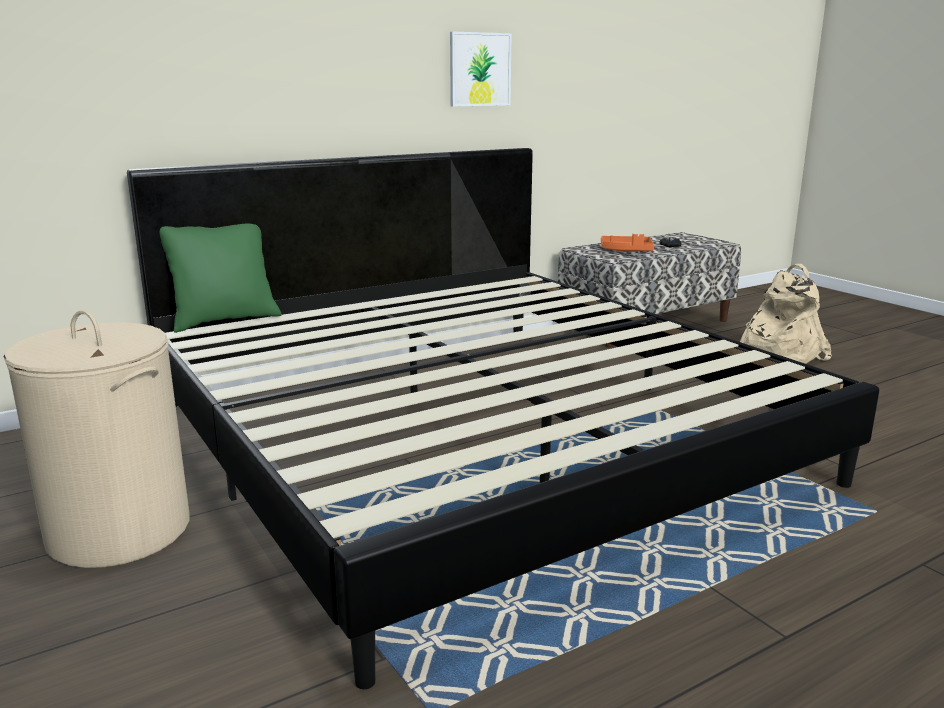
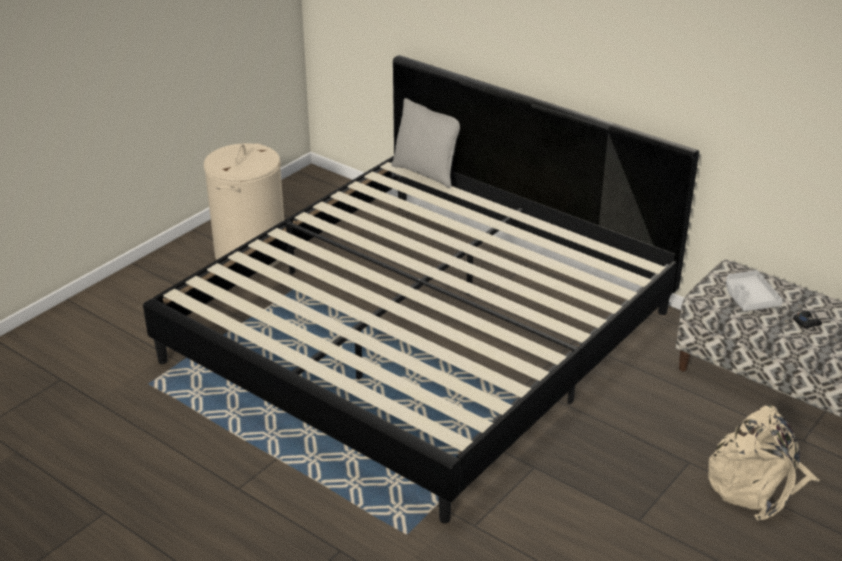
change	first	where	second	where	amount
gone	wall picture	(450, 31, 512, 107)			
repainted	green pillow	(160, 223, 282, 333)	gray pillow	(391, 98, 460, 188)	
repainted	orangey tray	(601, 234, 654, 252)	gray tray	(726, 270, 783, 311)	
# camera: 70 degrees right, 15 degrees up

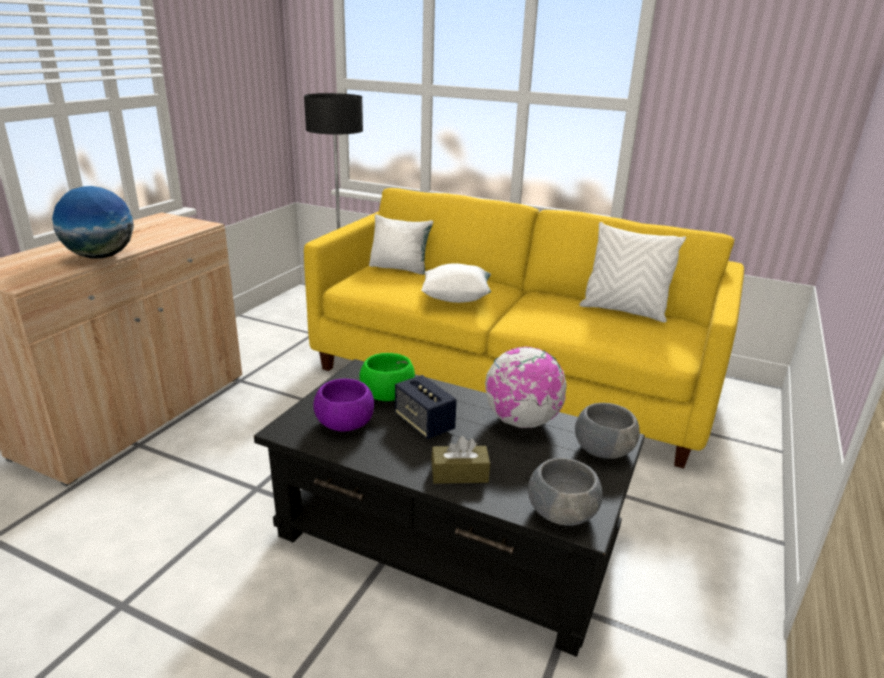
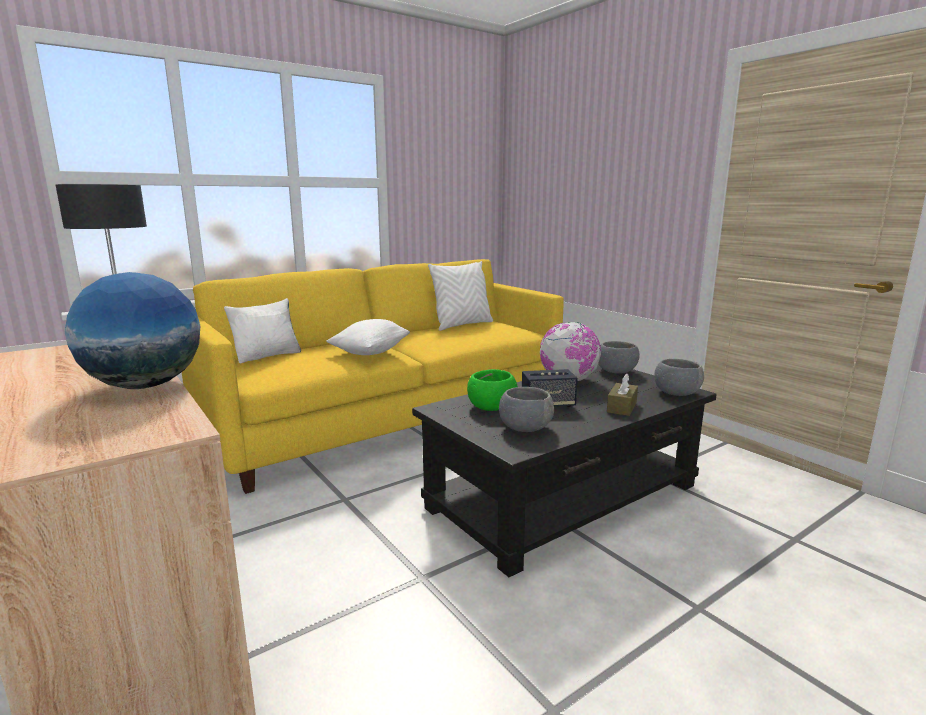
change	first	where	second	where	amount
repainted	purplish deep dish	(313, 379, 374, 432)	gray deep dish	(499, 387, 554, 432)	
# camera: 60 degrees left, 10 degrees down

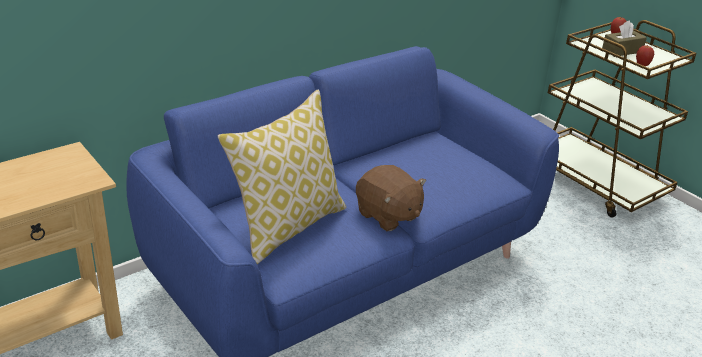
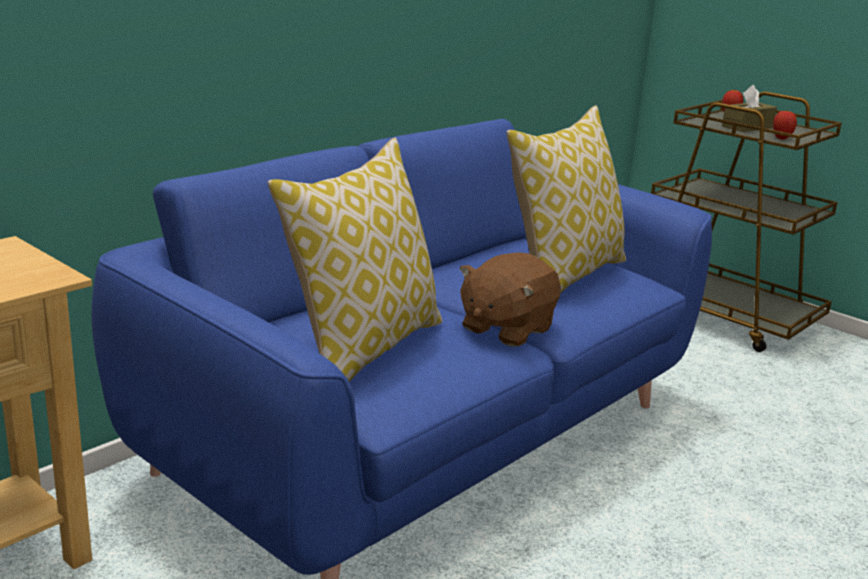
change	first	where	second	where	amount
rotated	brown soft toy	(356, 165, 426, 231)		(459, 252, 561, 347)	90 degrees clockwise
new			pillow	(506, 106, 626, 294)	
# camera: 10 degrees left, 10 degrees down

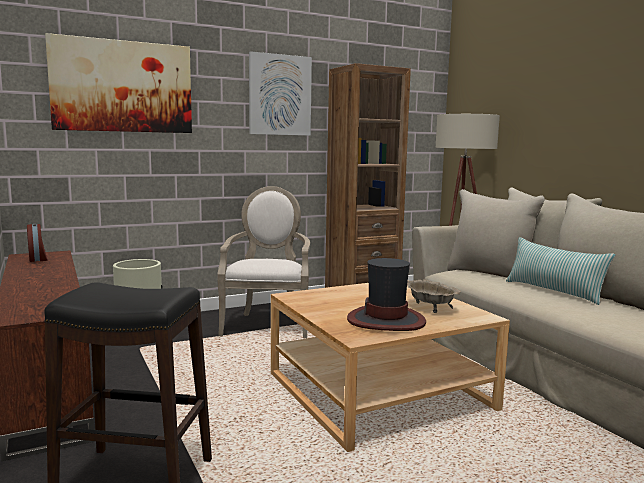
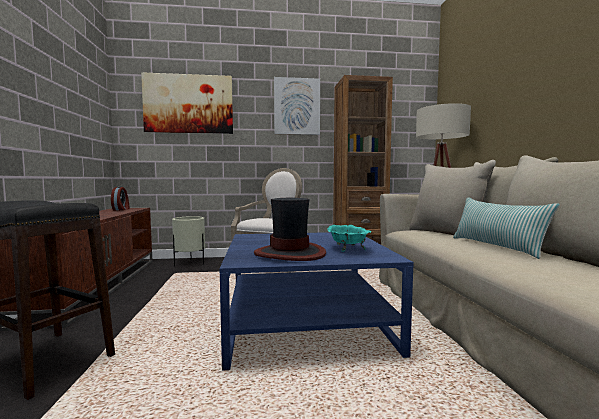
change	first	where	second	where	amount
repainted	sand-coloured deep dish	(407, 279, 461, 313)	turquoise deep dish	(327, 225, 371, 252)	
repainted	sand-coloured lounge table	(271, 283, 510, 452)	blue-coloured lounge table	(219, 232, 414, 371)	
# camera: 20 degrees right, 5 degrees down

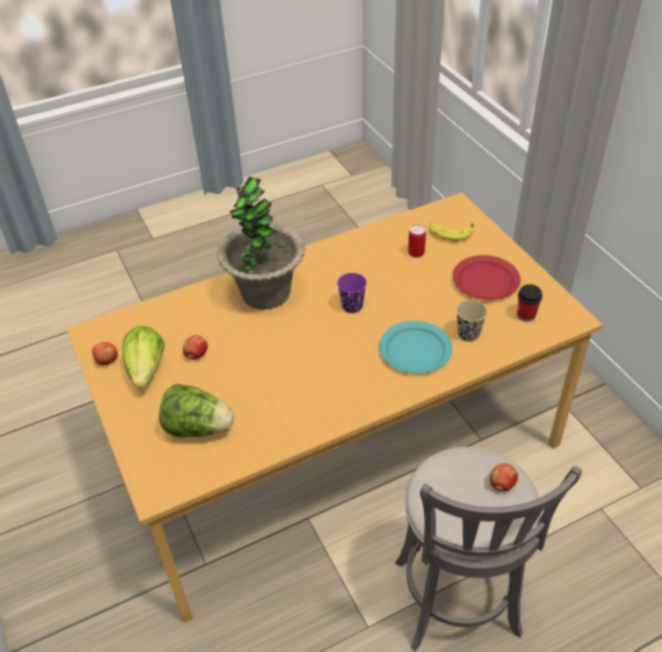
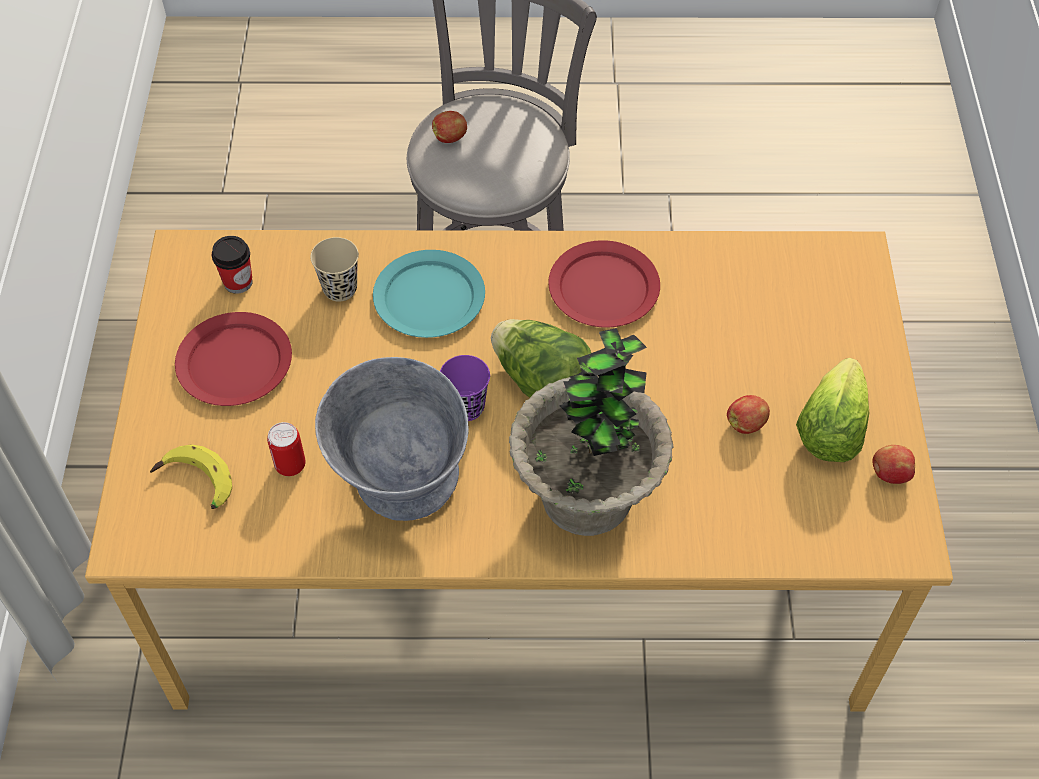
change	first	where	second	where	amount
shifted	head of lettuce	(159, 384, 234, 437)		(491, 319, 591, 398)	
new			reddish flat dish	(548, 240, 660, 328)	
new			gray deep dish	(315, 357, 469, 521)	
# camera: 155 degrees left, 10 degrees up

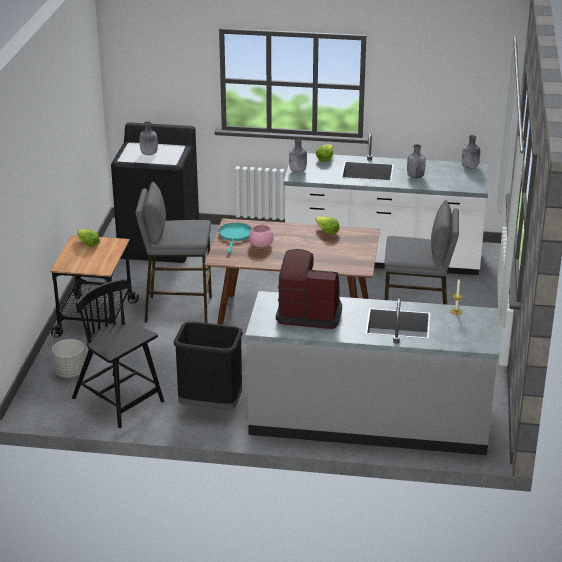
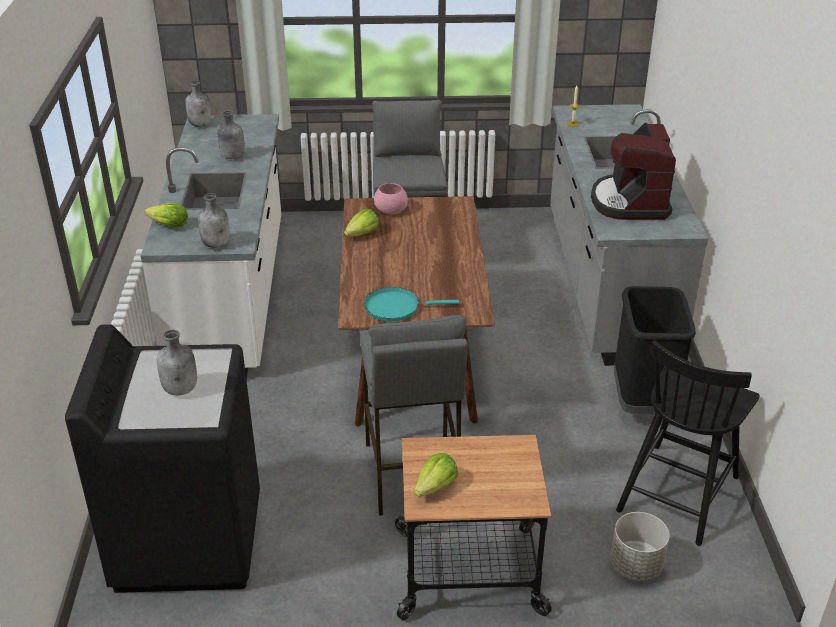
change	first	where	second	where	amount
shifted	pink deep dish	(249, 225, 274, 248)		(374, 183, 408, 215)	
# camera: 100 degrees left, 5 degrees up

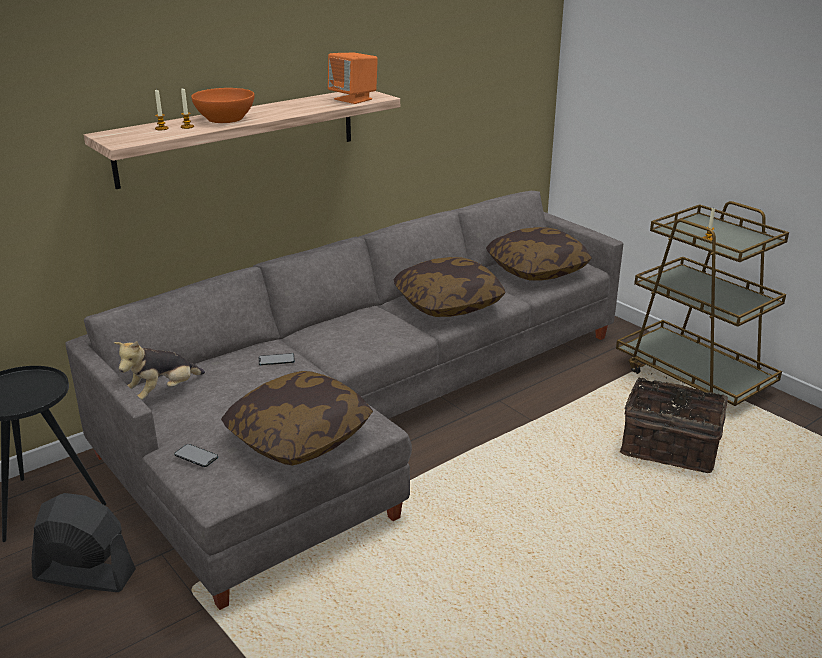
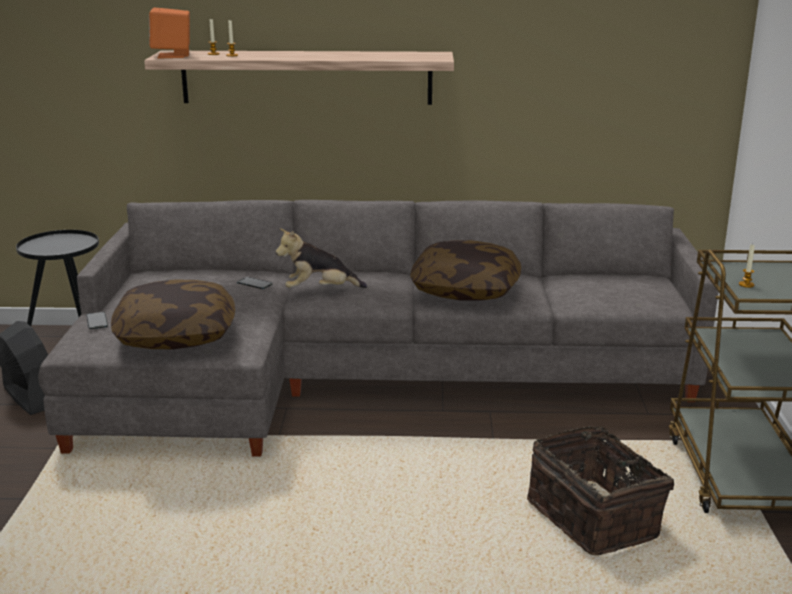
change	first	where	second	where	amount
shifted	orangey audio speaker	(328, 53, 378, 104)		(149, 8, 190, 59)	
gone	orangey deep dish	(191, 88, 254, 123)			
gone	pillow	(486, 227, 592, 280)			
shifted	soft toy	(114, 341, 205, 400)		(276, 228, 367, 288)	
# camera: 40 degrees right, 5 degrees down

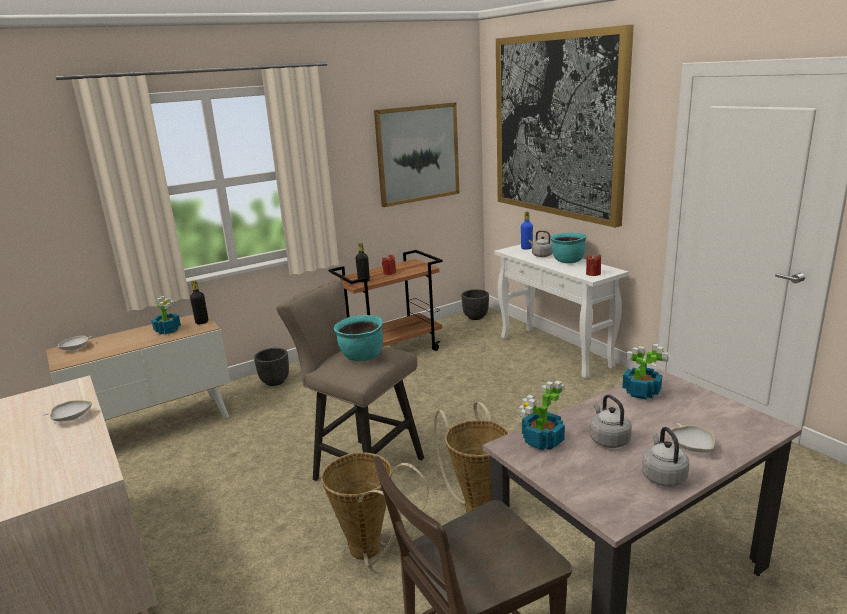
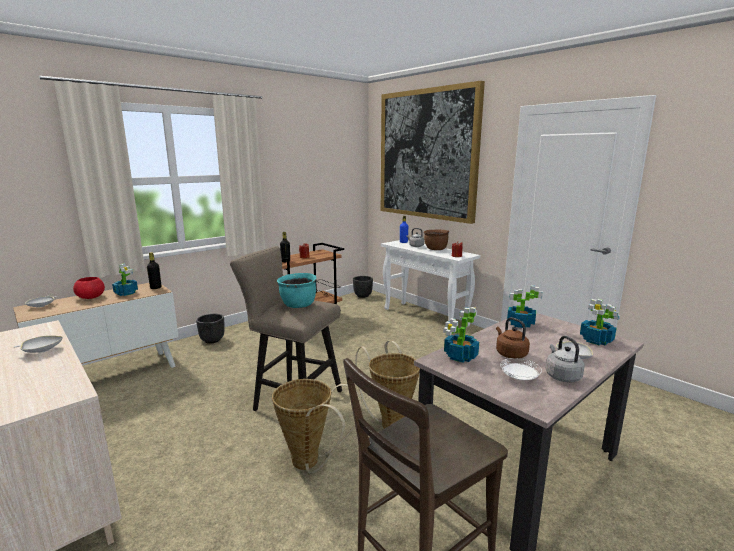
change	first	where	second	where	amount
gone	wall picture	(374, 102, 460, 207)			
repainted	turquoise stockpot	(550, 232, 587, 263)	brown stockpot	(424, 229, 449, 250)	
repainted	gray kettle	(590, 394, 632, 448)	brown kettle	(496, 317, 530, 358)	
new			reddish deep dish	(73, 277, 105, 299)	
new			houseplant	(580, 299, 620, 345)	
new			white flat dish	(500, 358, 542, 380)	
# camera: 10 degrees left, 5 degrees down

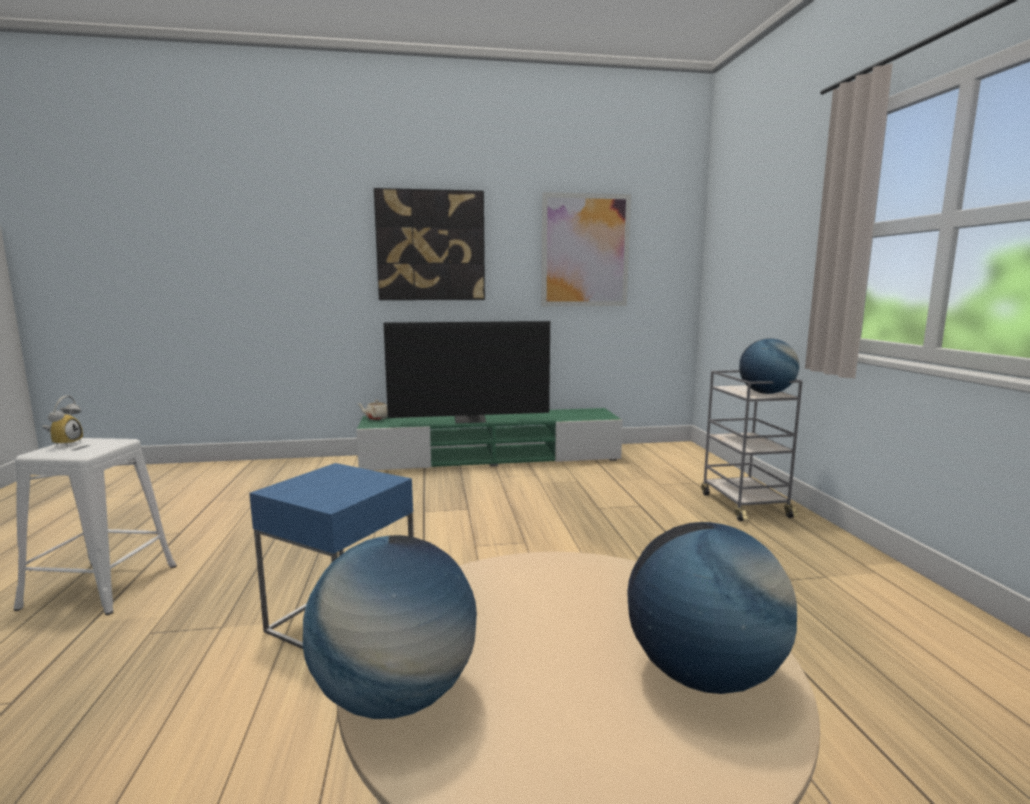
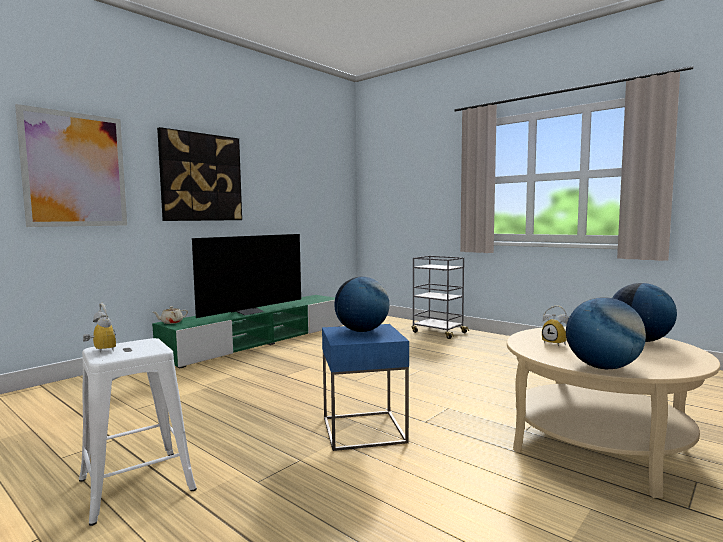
change	first	where	second	where	amount
shifted	wall picture	(541, 192, 631, 306)		(15, 104, 127, 227)	
shifted	globe	(739, 339, 799, 394)		(334, 277, 389, 332)	
new			table clock	(542, 306, 569, 346)	
# camera: 40 degrees left, 5 degrees down

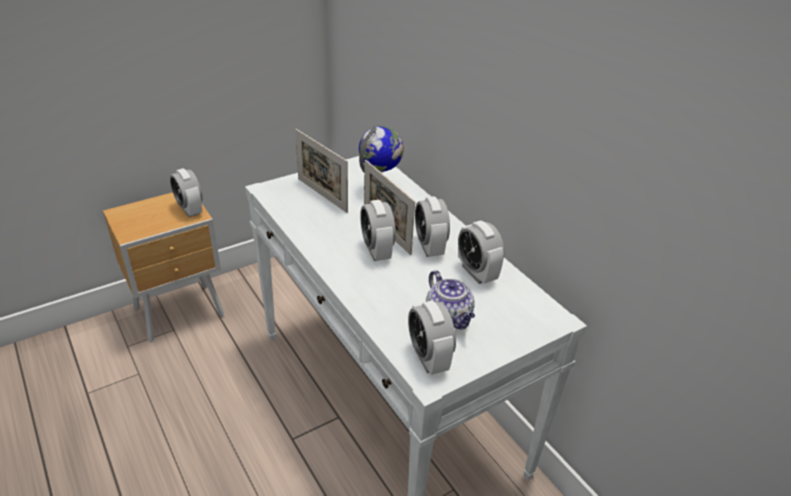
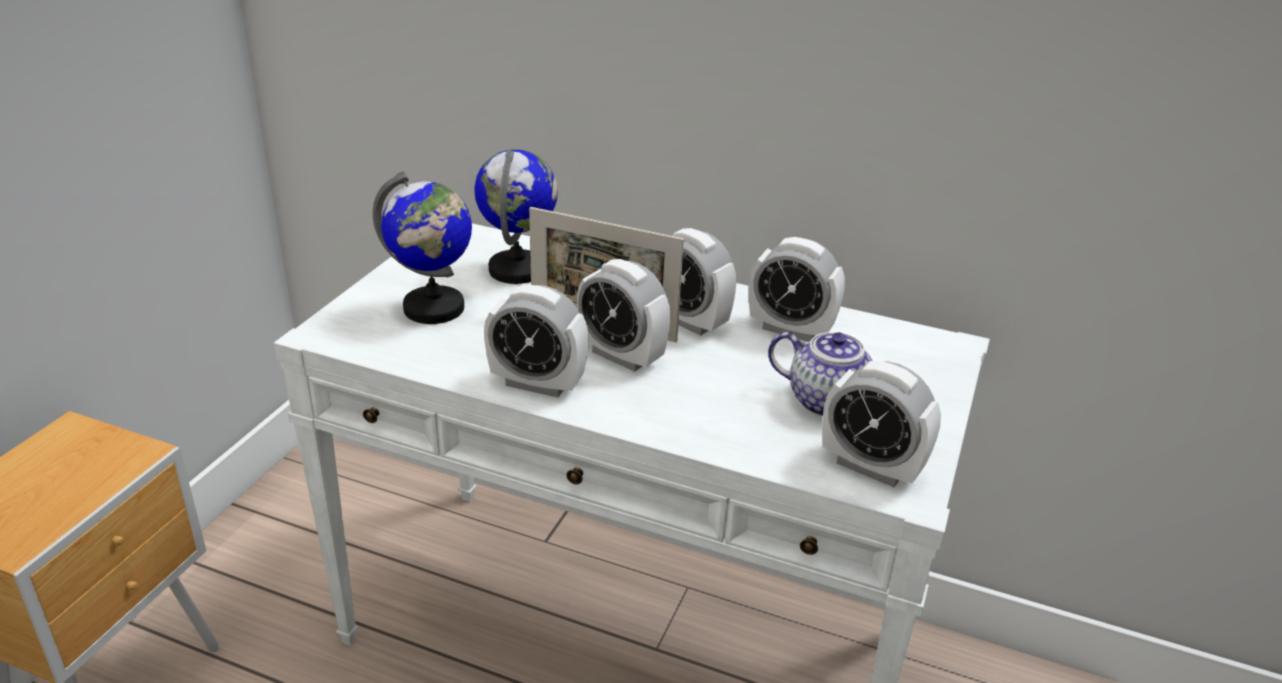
change	first	where	second	where	amount
swapped	picture frame	(295, 129, 348, 213)	globe	(373, 171, 472, 324)	
shifted	table clock	(170, 168, 203, 217)		(484, 284, 589, 398)	
# camera: 35 degrees left, 5 degrees down

